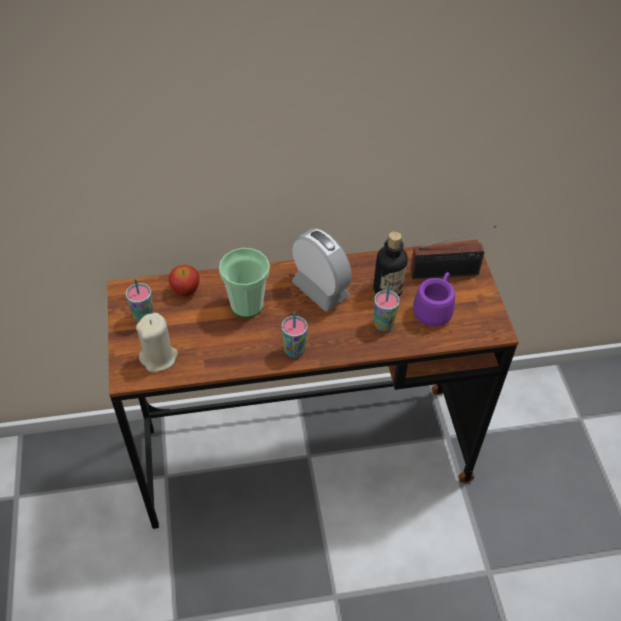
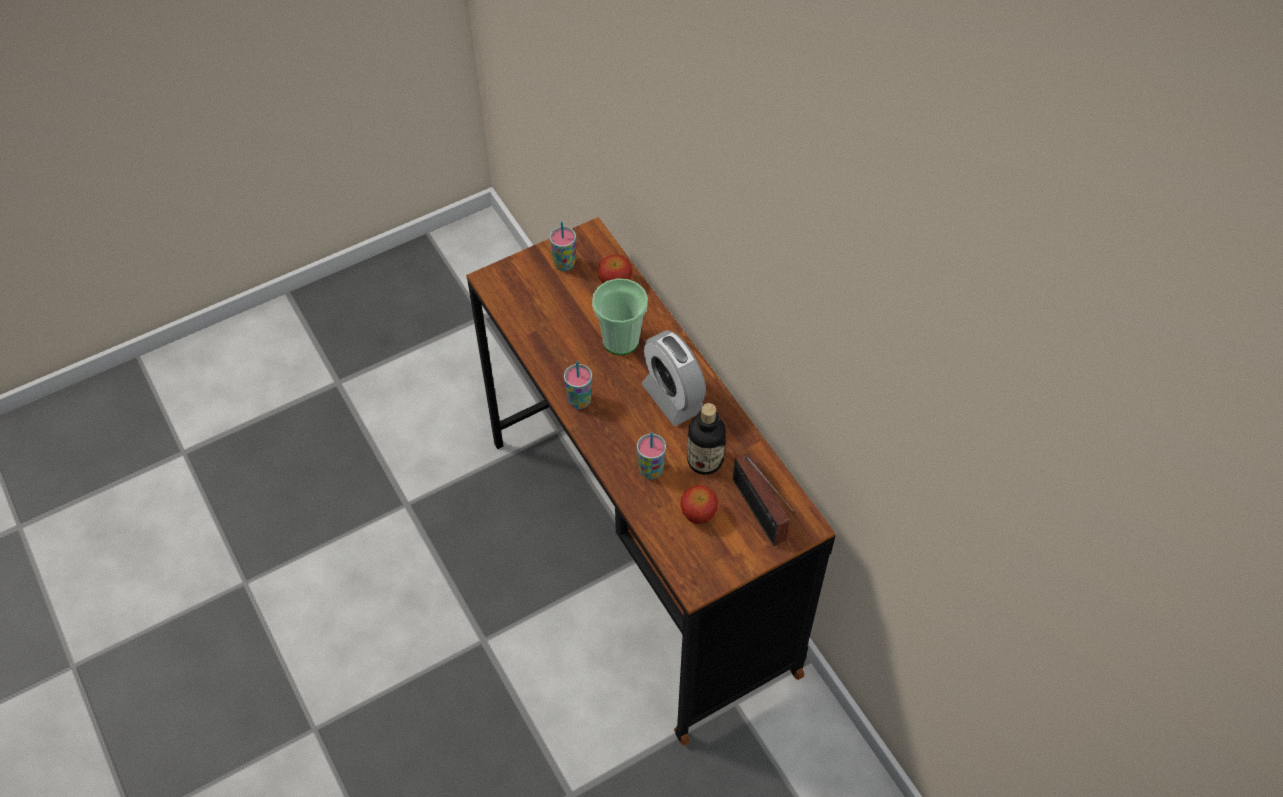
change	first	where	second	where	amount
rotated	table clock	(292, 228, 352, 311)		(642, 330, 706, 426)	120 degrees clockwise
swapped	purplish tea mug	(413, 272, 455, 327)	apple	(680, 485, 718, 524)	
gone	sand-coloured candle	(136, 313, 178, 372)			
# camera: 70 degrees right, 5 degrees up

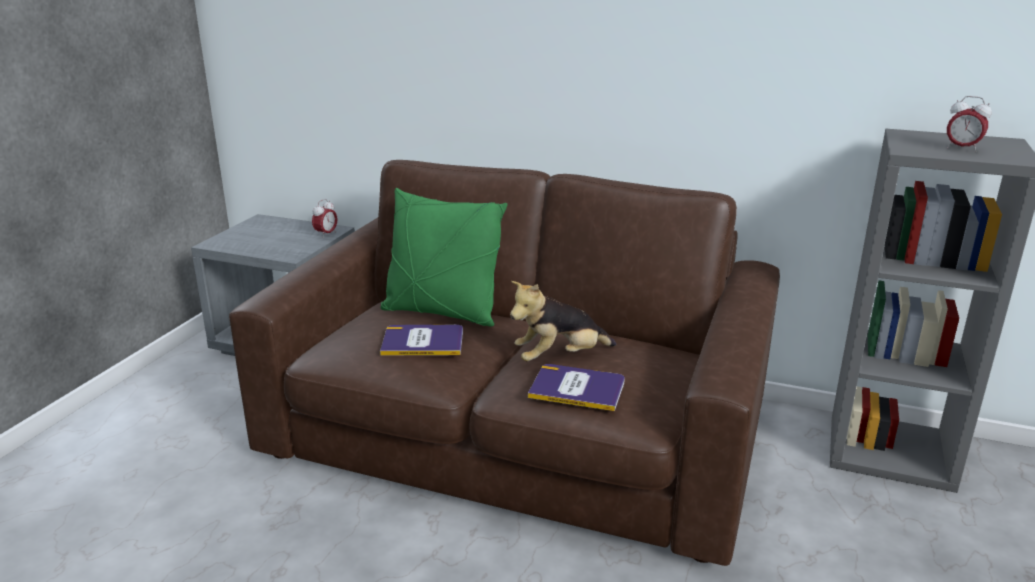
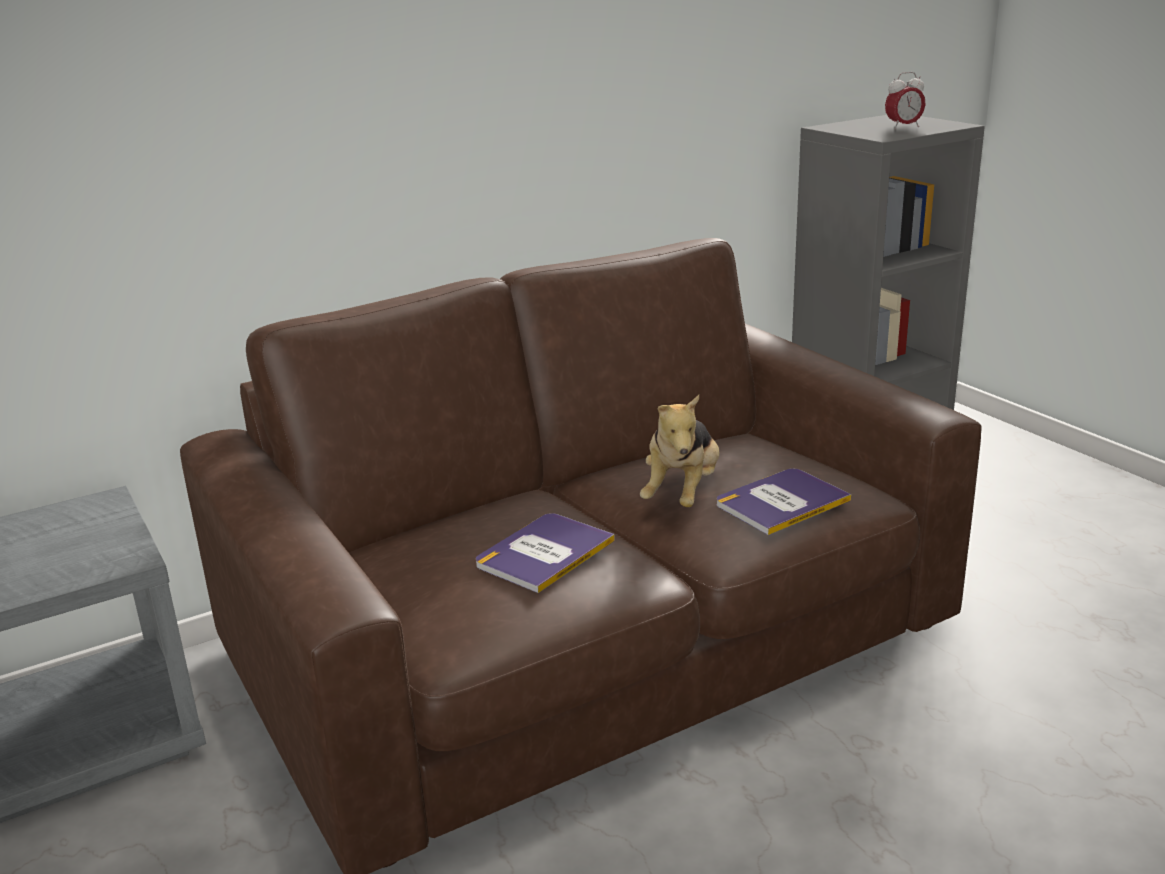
change	first	where	second	where	amount
gone	green pillow	(380, 188, 508, 327)			
gone	table clock	(312, 199, 337, 238)			
# camera: 50 degrees left, 0 degrees up

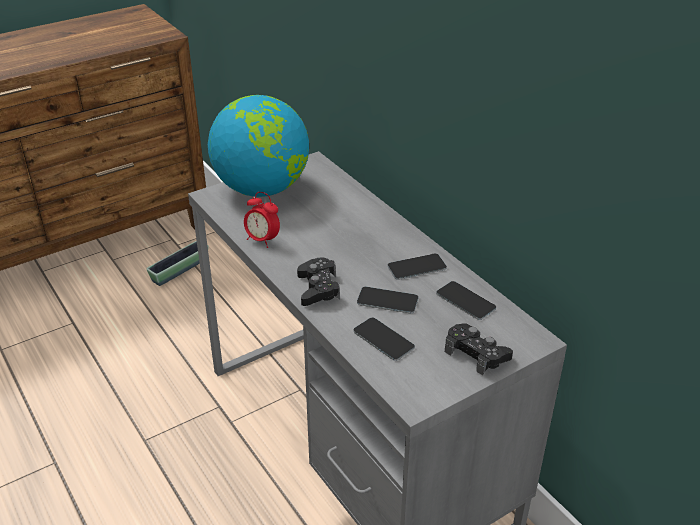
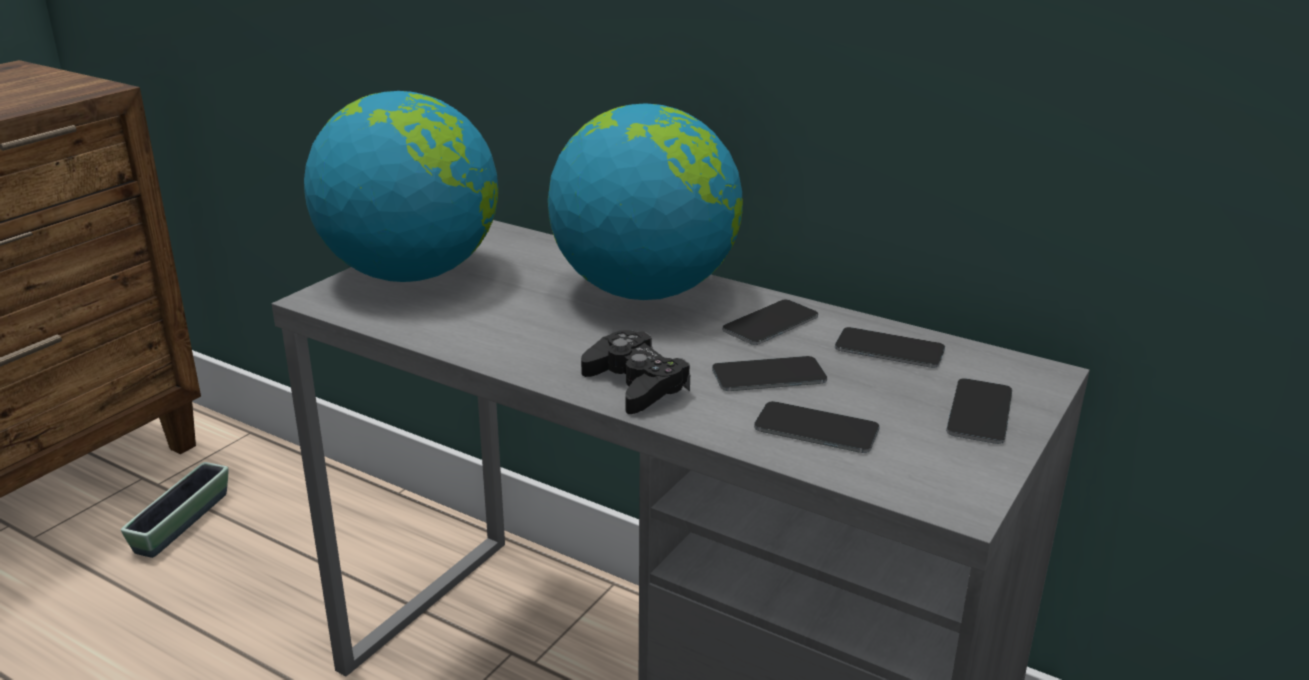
change	first	where	second	where	amount
gone	table clock	(244, 192, 280, 248)			
swapped	blackish game controller	(445, 323, 513, 375)	telephone	(946, 378, 1012, 444)	
new			globe	(548, 103, 743, 300)	
# camera: 25 degrees left, 10 degrees down

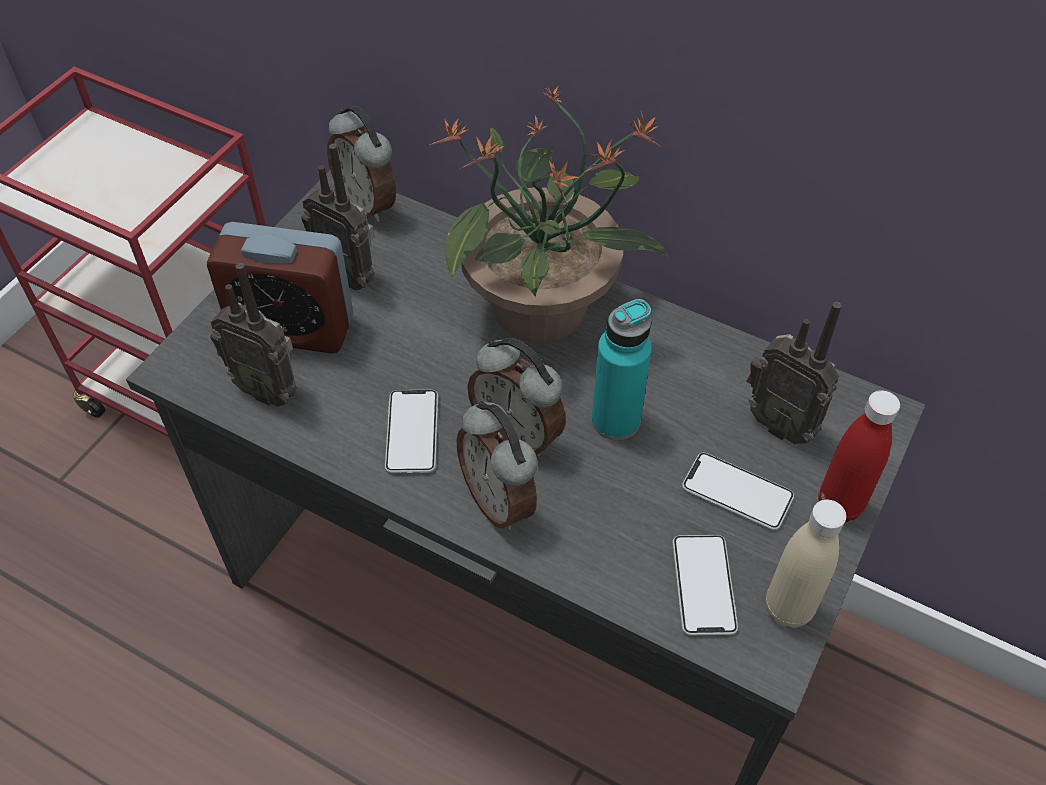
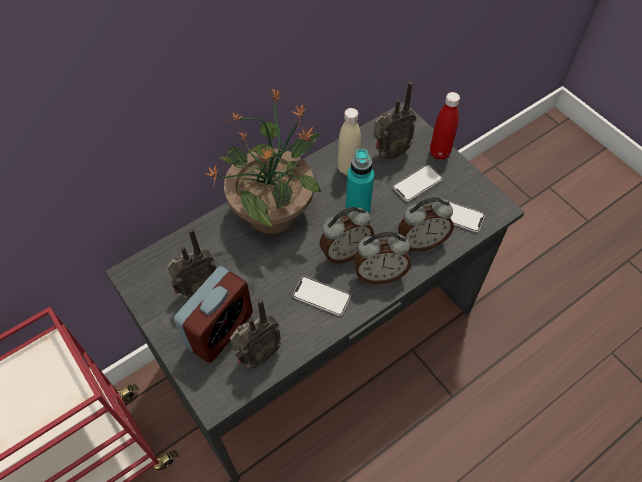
change	first	where	second	where	amount
shifted	table clock	(327, 106, 396, 222)		(398, 197, 454, 251)	
shifted	sand-coloured drink bottle	(766, 500, 846, 628)		(338, 108, 361, 175)	
# camera: 65 degrees left, 5 degrees up

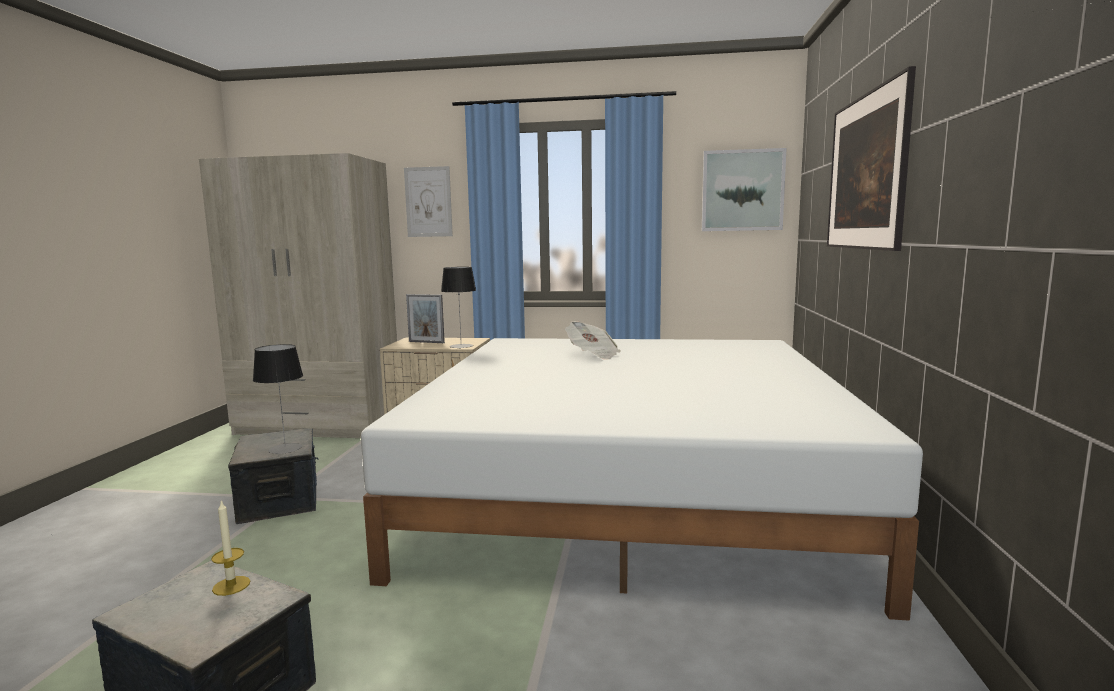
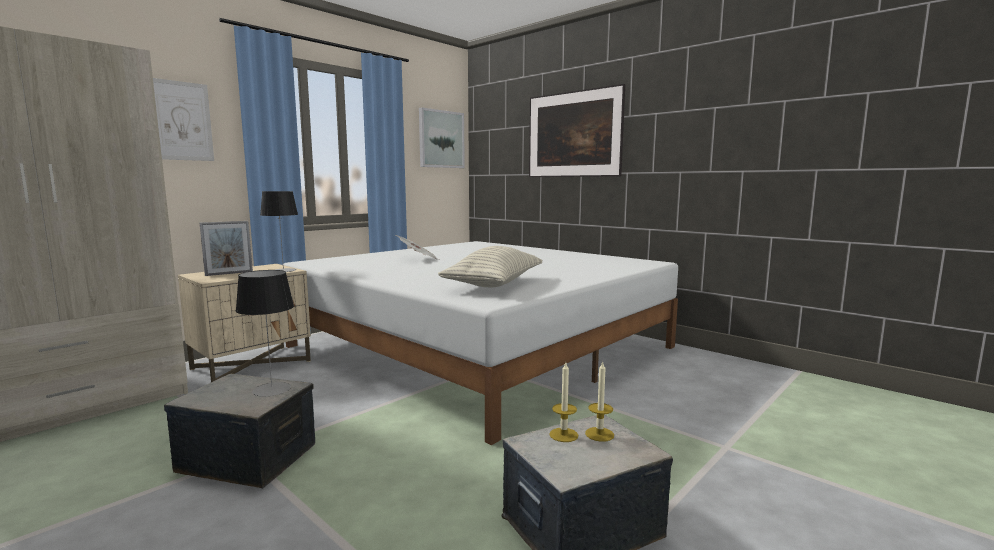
change	first	where	second	where	amount
new			pillow	(438, 246, 542, 287)	
new			candle	(585, 361, 614, 442)	
# camera: 55 degrees left, 0 degrees up

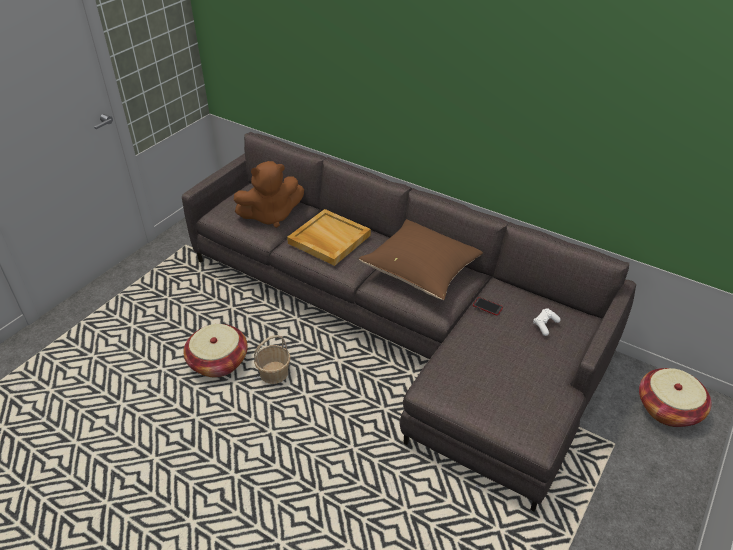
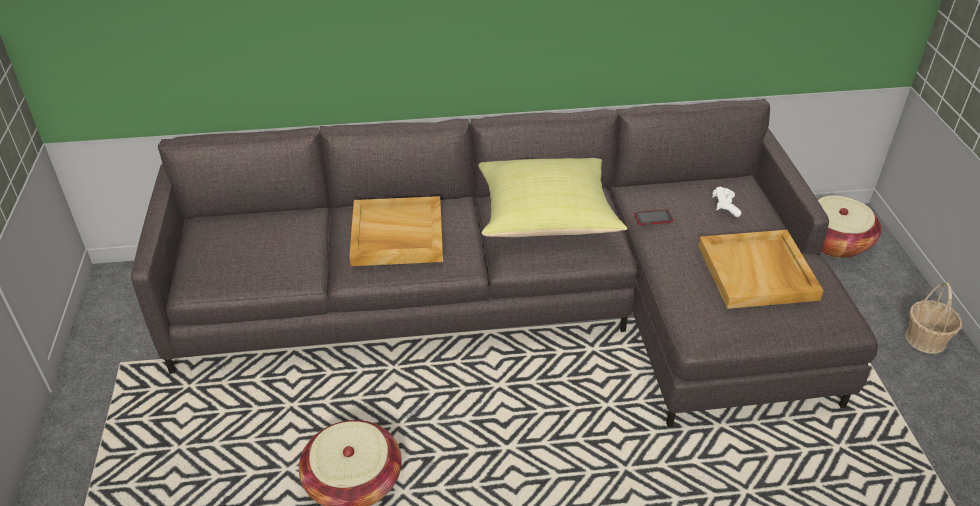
change	first	where	second	where	amount
gone	brown soft toy	(234, 161, 304, 228)			
repainted	brown pillow	(359, 219, 483, 300)	yellow pillow	(478, 158, 628, 237)	
shifted	basket	(254, 335, 291, 384)		(905, 282, 962, 354)	
new			sand-coloured tray	(698, 230, 824, 309)	
# camera: 40 degrees left, 0 degrees up

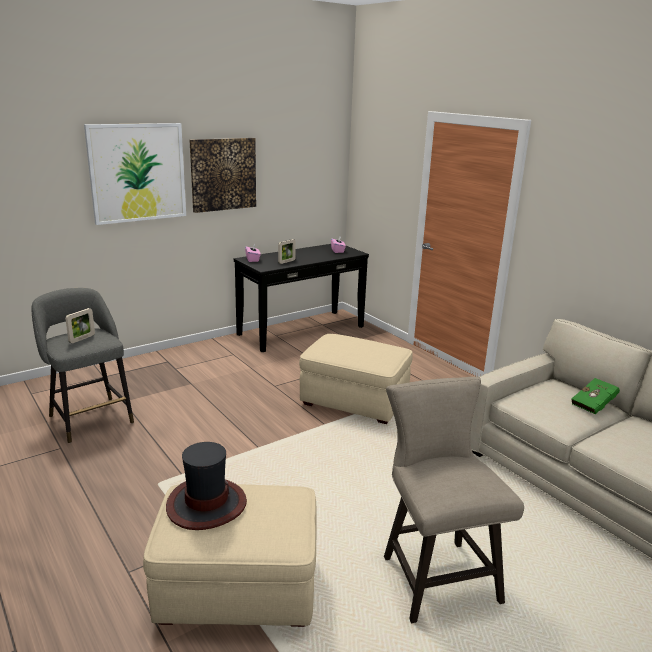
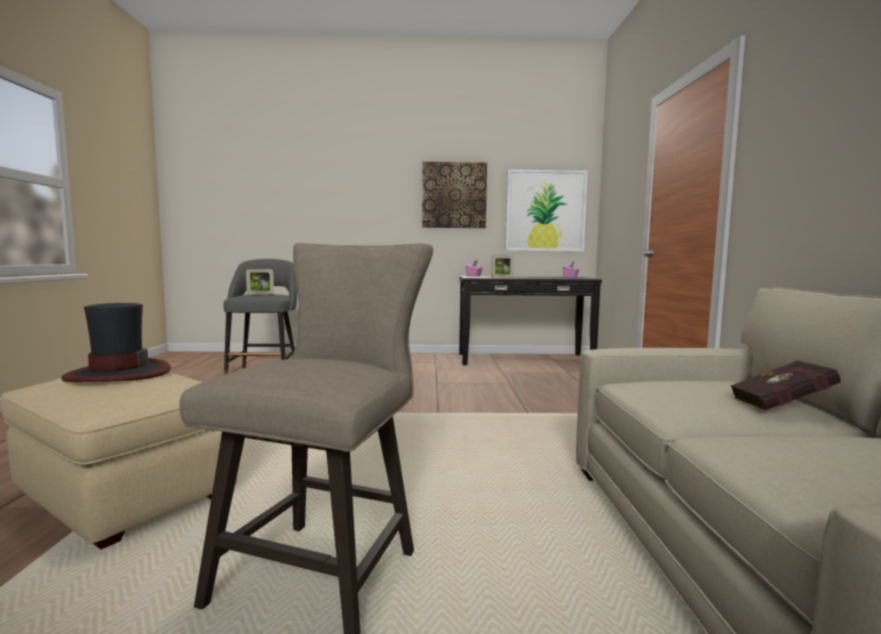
change	first	where	second	where	amount
shifted	wall picture	(84, 123, 186, 225)		(505, 169, 588, 251)	
gone	sand-coloured footrest	(299, 334, 413, 424)			
repainted	green bound book	(572, 378, 620, 414)	reddish bound book	(731, 361, 841, 410)	
# camera: 35 degrees right, 15 degrees down

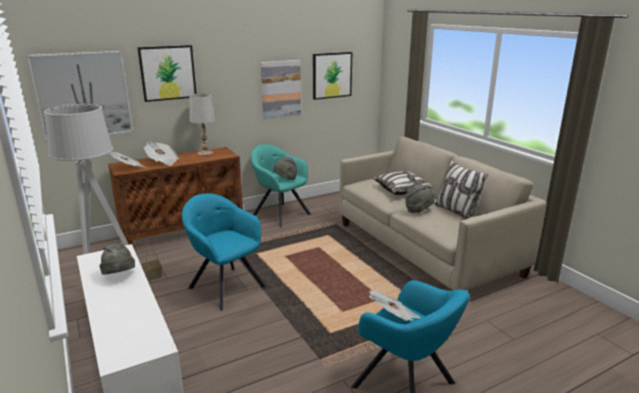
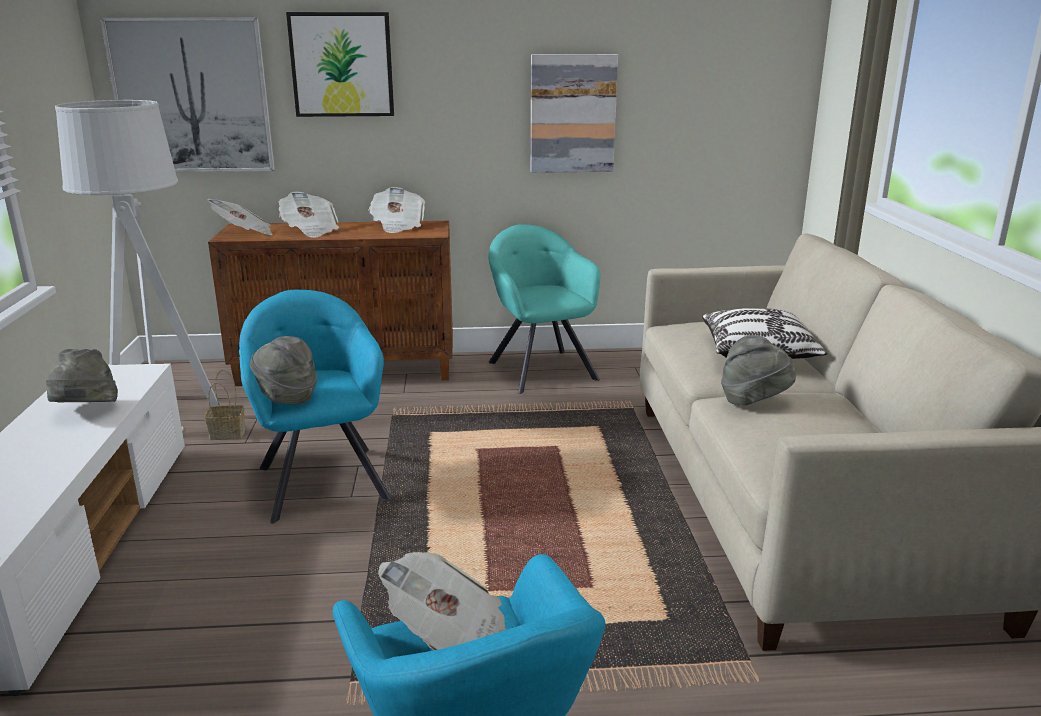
change	first	where	second	where	amount
gone	wall picture	(313, 52, 352, 100)			
swapped	white table lamp	(190, 94, 215, 156)	daily paper	(368, 187, 425, 233)	
shifted	gray clothing hat	(274, 157, 297, 180)		(250, 336, 317, 405)	
gone	pillow	(434, 160, 488, 219)			
# camera: 25 degrees right, 0 degrees up

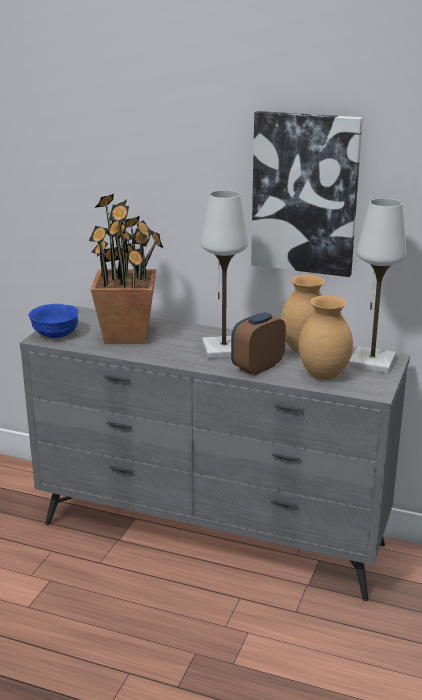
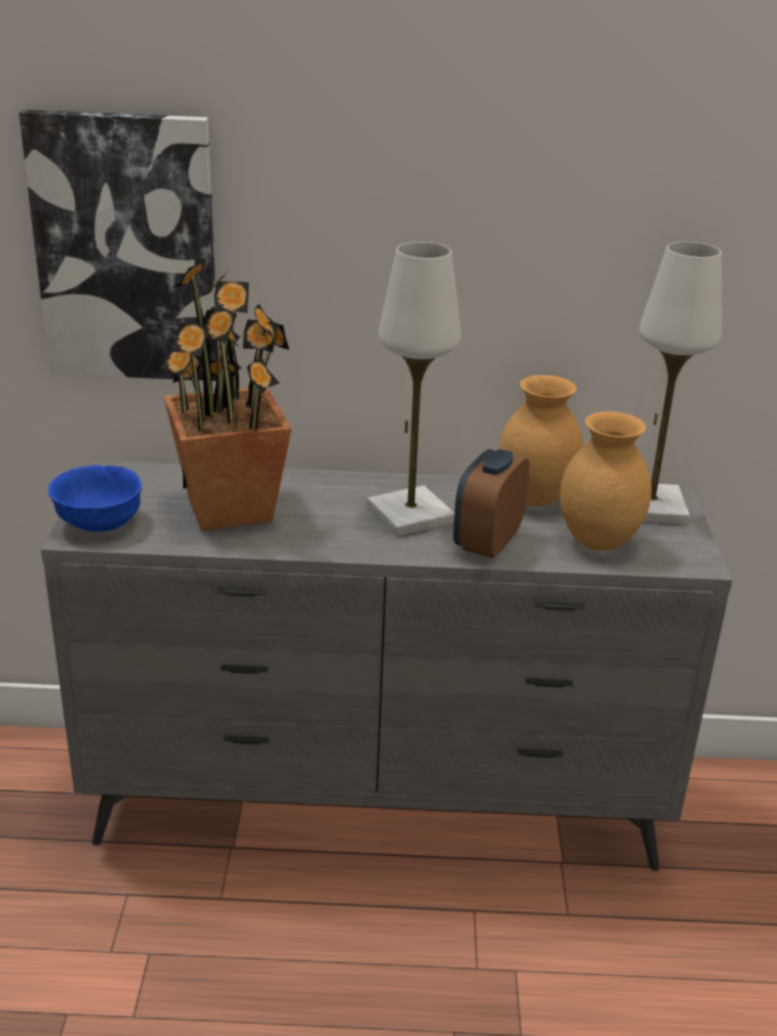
change	first	where	second	where	amount
shifted	wall picture	(251, 111, 363, 277)		(19, 110, 217, 381)	
# camera: 20 degrees left, 5 degrees up

